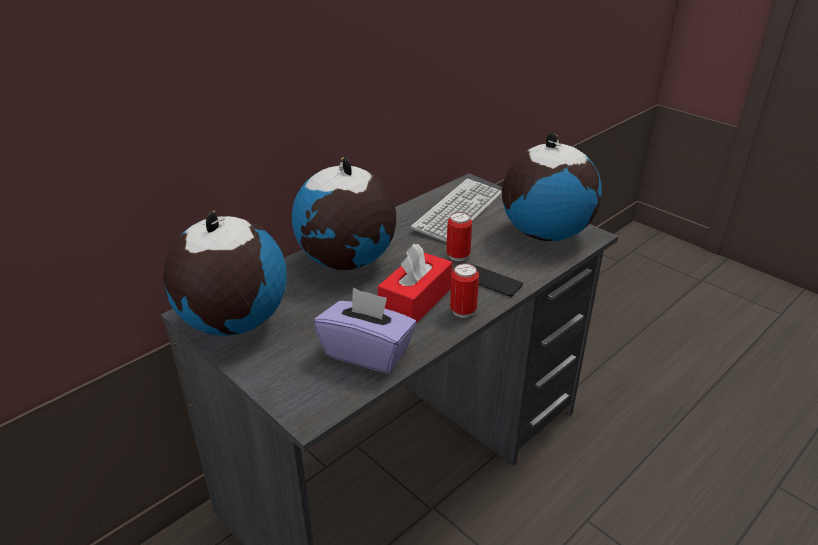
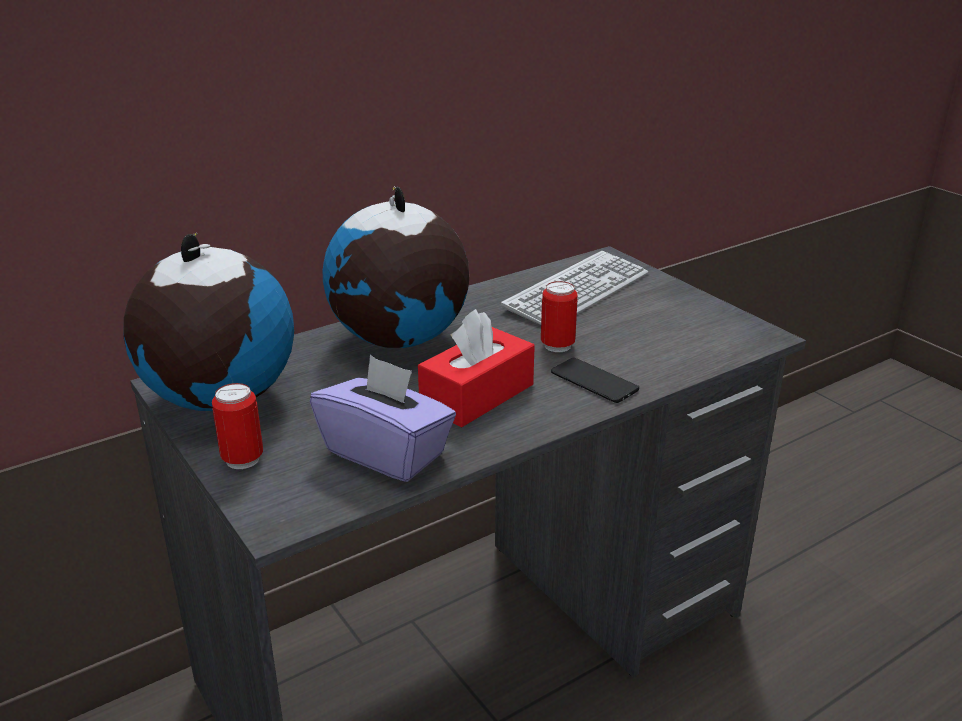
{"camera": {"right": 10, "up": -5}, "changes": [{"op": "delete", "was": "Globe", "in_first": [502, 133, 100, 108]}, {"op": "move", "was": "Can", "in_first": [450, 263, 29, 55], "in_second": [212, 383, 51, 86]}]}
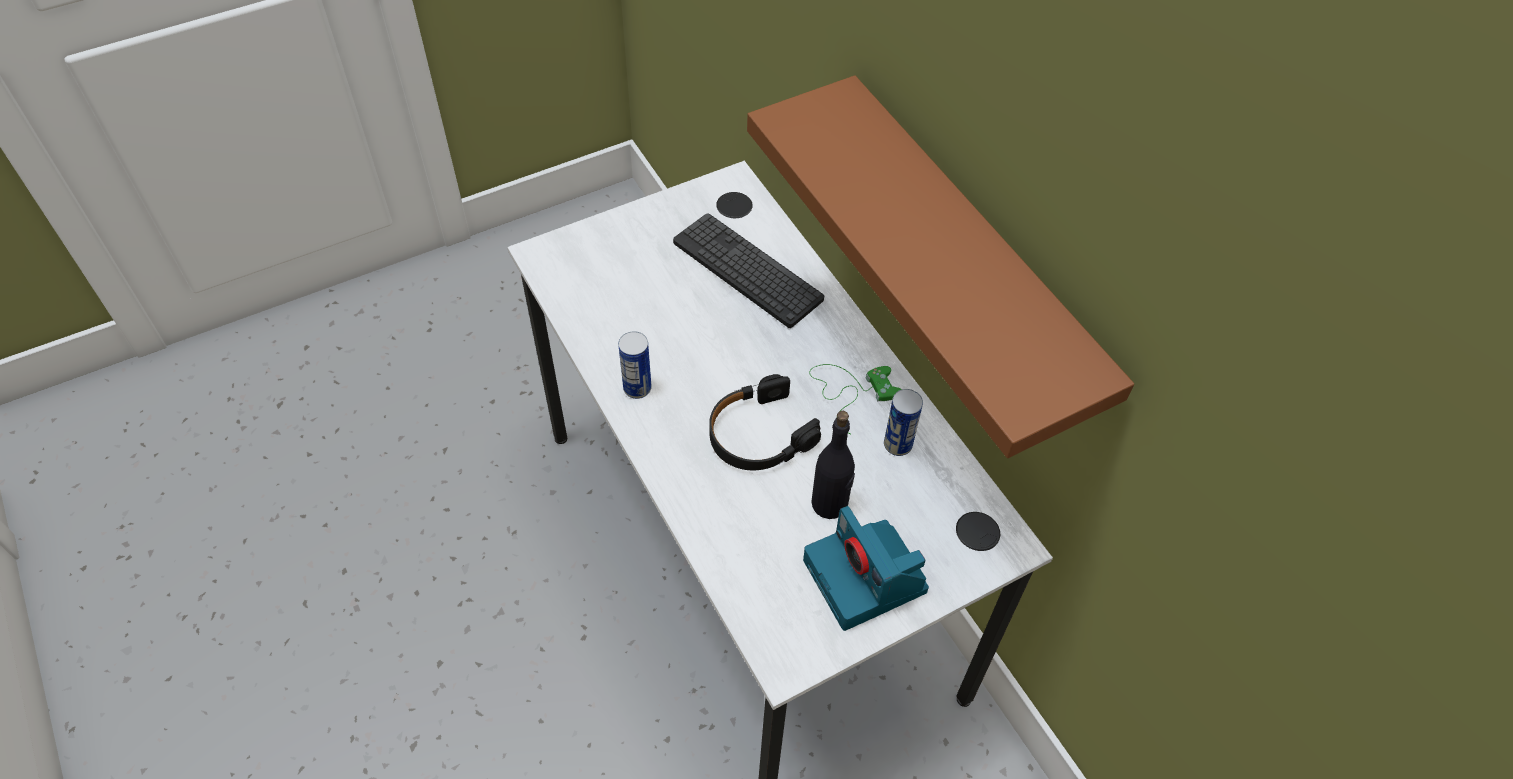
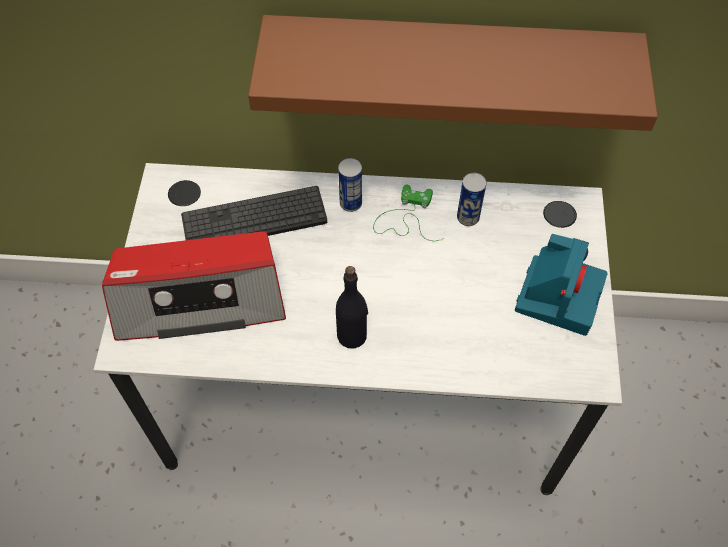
{"camera": {"right": -55, "up": 5}, "changes": [{"op": "move", "was": "Can", "in_first": [618, 331, 34, 68], "in_second": [338, 158, 24, 54]}, {"op": "delete", "was": "BlackHeadphones", "in_first": [709, 374, 112, 96]}, {"op": "move", "was": "BlackBottle", "in_first": [811, 411, 44, 108], "in_second": [336, 266, 32, 83]}, {"op": "rotate", "was": "PhotoCamera", "in_first": [803, 506, 126, 125], "in_second": [515, 234, 93, 102], "clockwise": -75}, {"op": "insert", "now": "Radio", "in_second": [102, 231, 184, 110]}]}
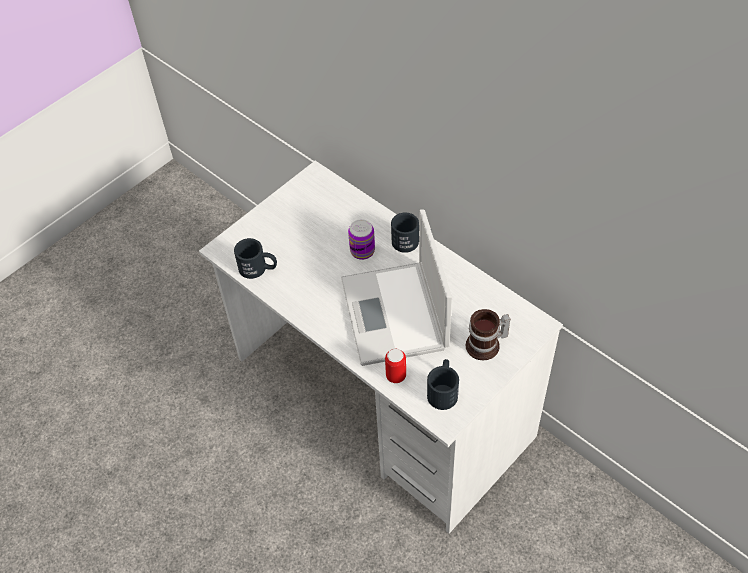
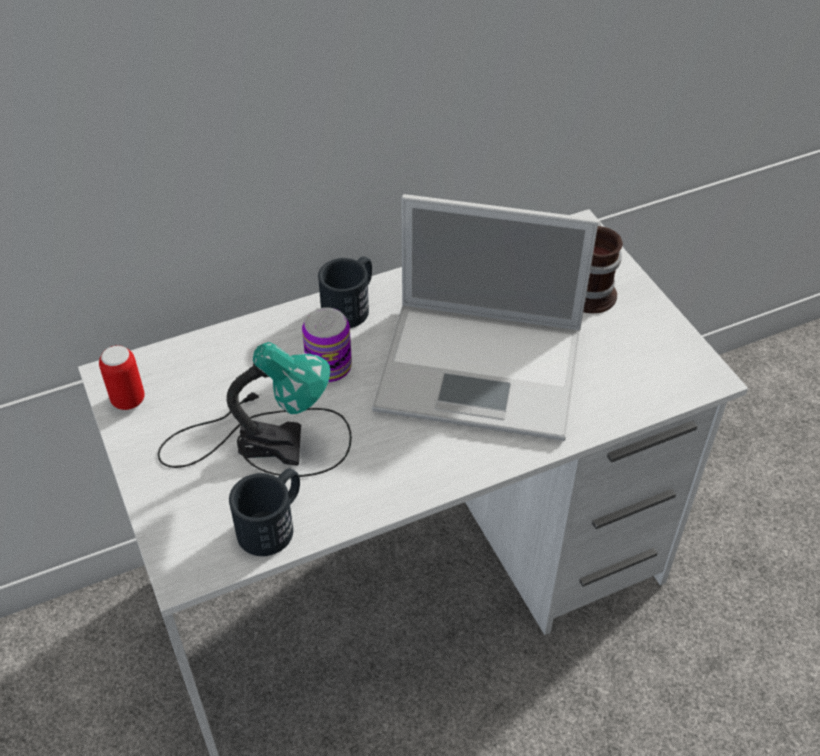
{"camera": {"right": -70, "up": -5}, "changes": [{"op": "move", "was": "Can", "in_first": [385, 349, 21, 34], "in_second": [99, 345, 46, 65]}, {"op": "delete", "was": "BlackMug", "in_first": [427, 359, 32, 51]}, {"op": "insert", "now": "TableLamp", "in_second": [158, 342, 194, 135]}]}
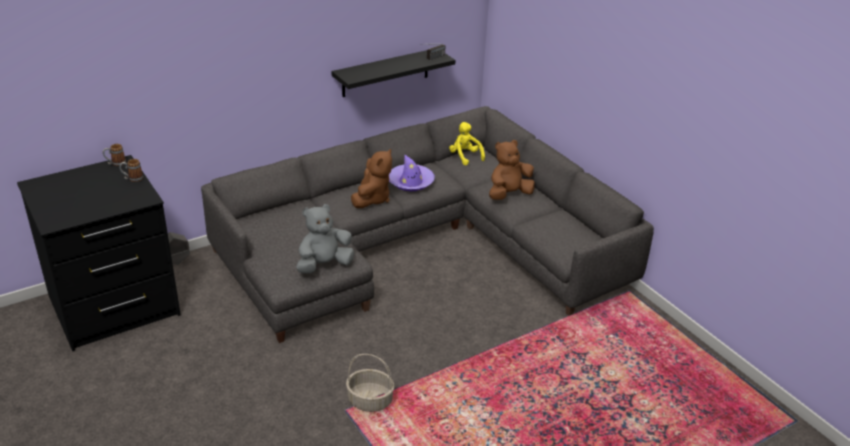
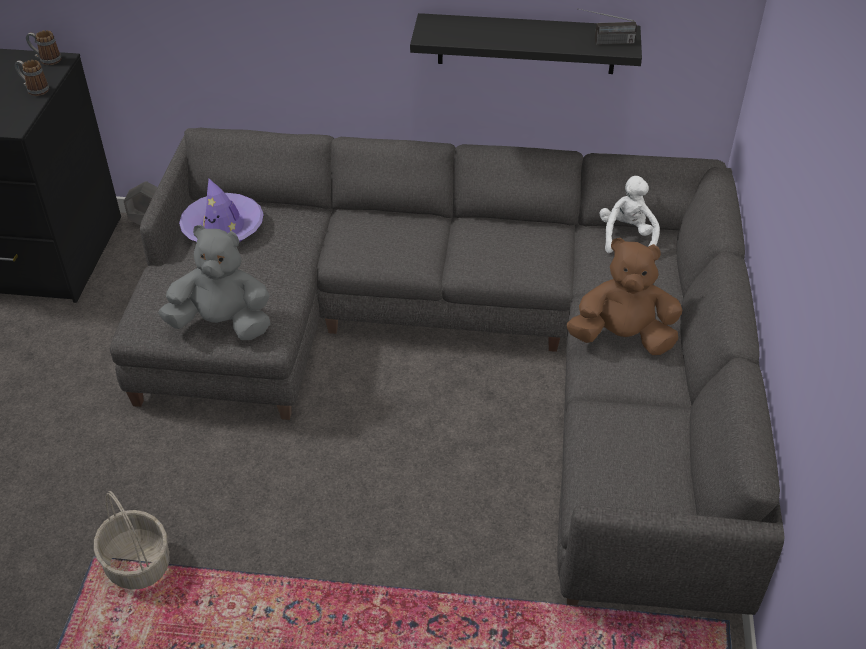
{"camera": {"right": 40, "up": 10}, "changes": [{"op": "recolor", "was": "YellowPlushToy", "now": "WhitePlushToy", "in_first": [449, 122, 36, 44], "in_second": [600, 176, 60, 77]}, {"op": "delete", "was": "BrownPlushToy", "in_first": [351, 149, 41, 59]}, {"op": "move", "was": "PurpleHat", "in_first": [389, 154, 46, 37], "in_second": [179, 179, 85, 63]}]}
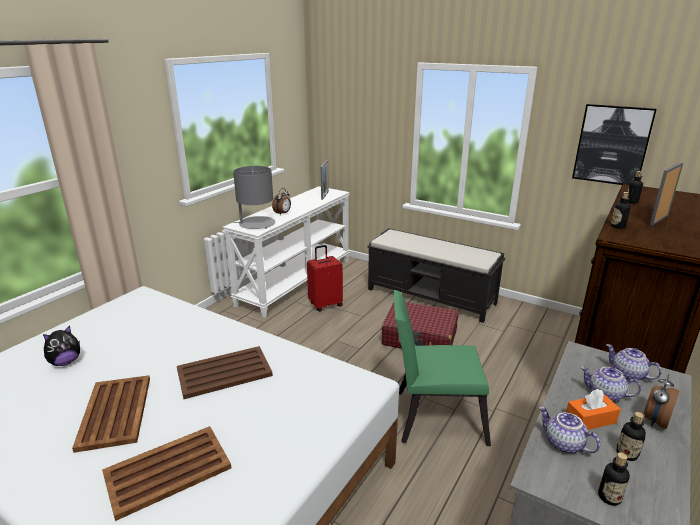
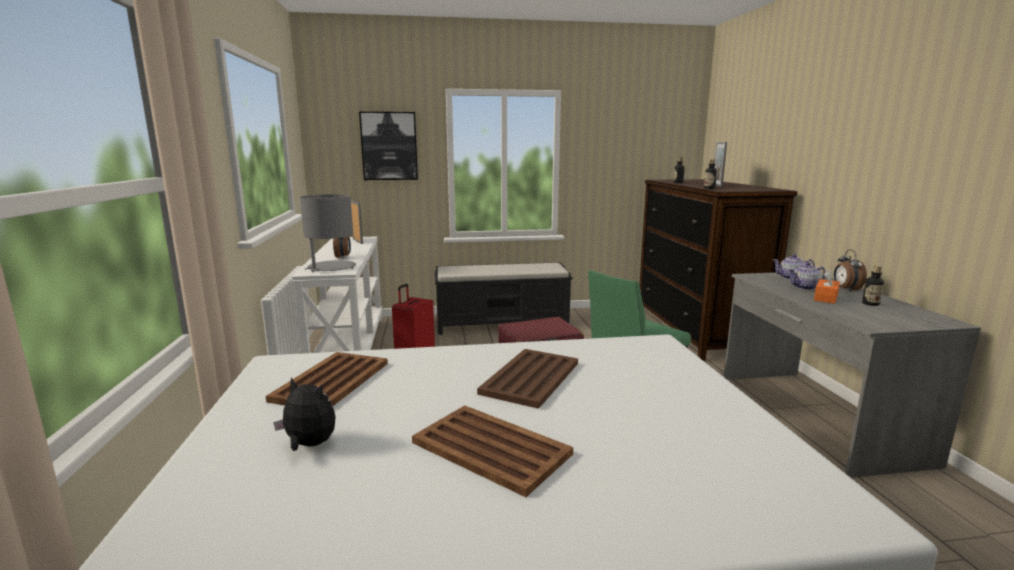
{"camera": {"right": -40, "up": -10}, "changes": [{"op": "move", "was": "Picture", "in_first": [572, 104, 85, 81], "in_second": [359, 112, 59, 68]}, {"op": "rotate", "was": "PlushToy", "in_first": [43, 325, 37, 41], "in_second": [273, 378, 63, 73], "clockwise": -75}, {"op": "delete", "was": "Teapot", "in_first": [539, 406, 61, 48]}, {"op": "move", "was": "BrownTray", "in_first": [102, 426, 130, 95], "in_second": [266, 352, 122, 54]}, {"op": "delete", "was": "Bottle", "in_first": [598, 452, 32, 54]}]}
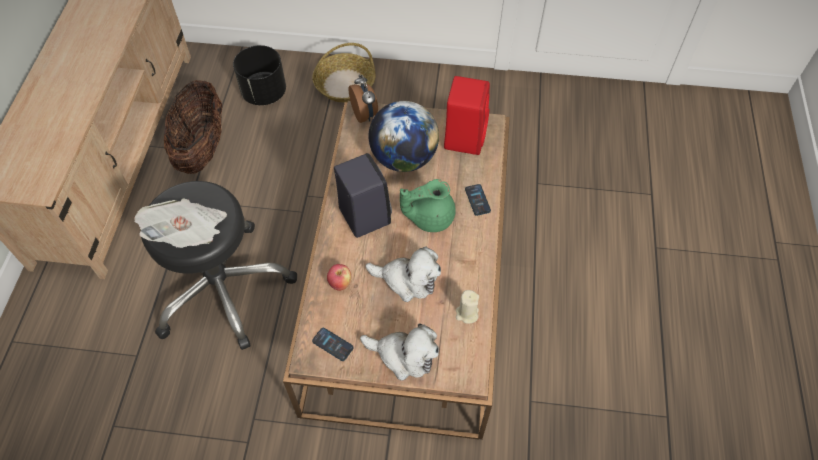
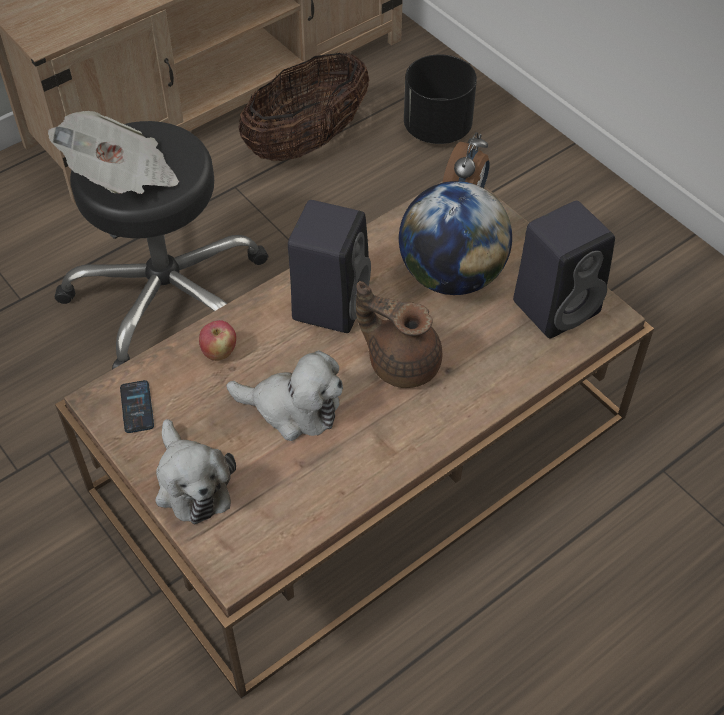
{"camera": {"right": 45, "up": -5}, "changes": [{"op": "delete", "was": "Basket", "in_first": [312, 43, 64, 59]}, {"op": "recolor", "was": "RedSpeaker", "now": "BlackSpeaker", "in_first": [444, 76, 46, 79], "in_second": [513, 201, 102, 137]}, {"op": "recolor", "was": "GreenTeapot", "now": "BrownTeapot", "in_first": [400, 179, 56, 53], "in_second": [356, 281, 86, 107]}, {"op": "delete", "was": "Phone", "in_first": [465, 184, 26, 32]}, {"op": "rotate", "was": "PlushToy", "in_first": [365, 247, 76, 55], "in_second": [226, 350, 117, 91], "clockwise": -45}, {"op": "delete", "was": "BeigeCandle", "in_first": [456, 290, 23, 34]}]}
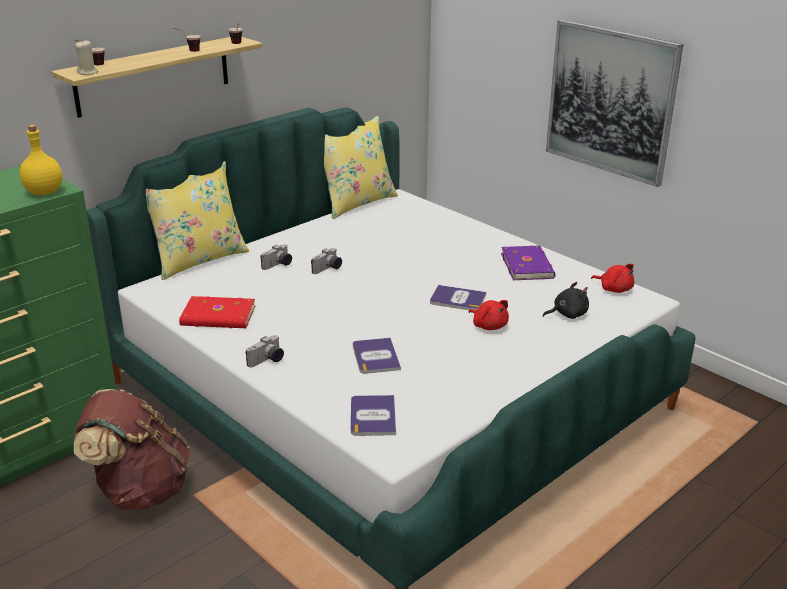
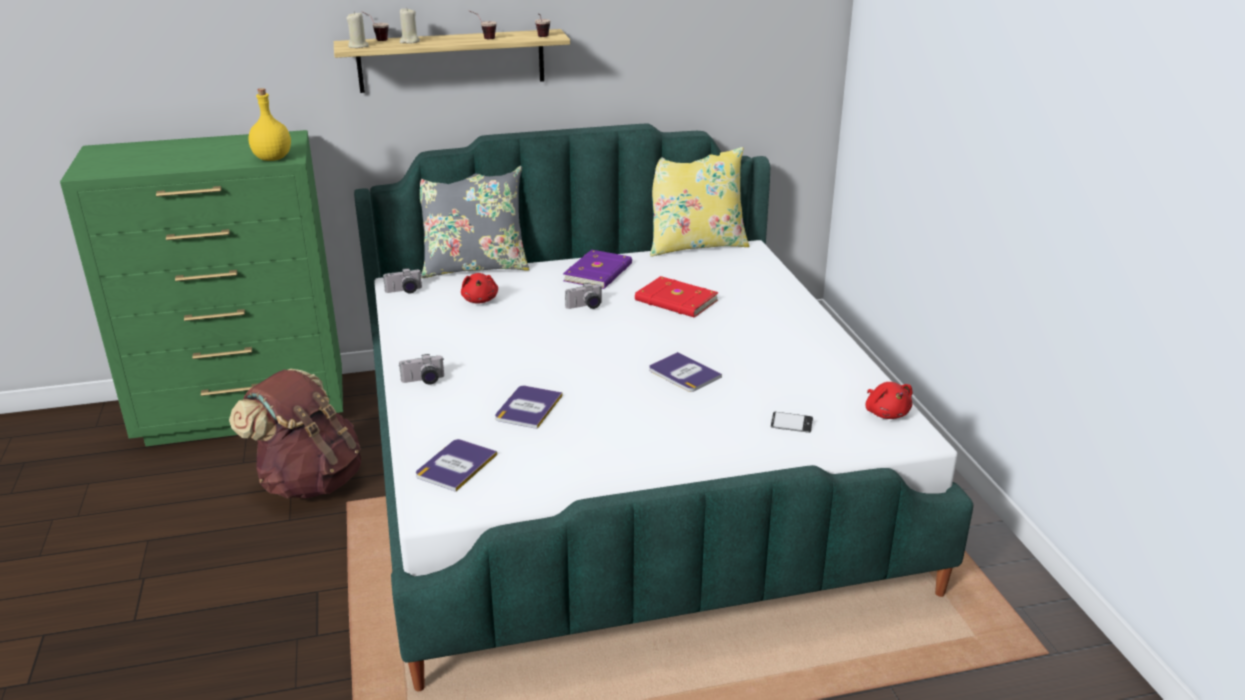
{"camera": {"right": 30, "up": 0}, "changes": [{"op": "delete", "was": "Picture", "in_first": [546, 20, 138, 167]}, {"op": "recolor", "was": "YellowPillow", "now": "GreyPillow", "in_first": [146, 161, 103, 119], "in_second": [420, 166, 110, 112]}, {"op": "move", "was": "PhotoCamera", "in_first": [260, 244, 32, 26], "in_second": [383, 268, 39, 25]}, {"op": "move", "was": "PurpleBook", "in_first": [501, 245, 54, 35], "in_second": [563, 249, 69, 40]}, {"op": "replace", "was": "BlackPlushToy", "now": "Phone", "in_first": [543, 282, 46, 37], "in_second": [771, 412, 42, 21]}, {"op": "move", "was": "RedBook", "in_first": [179, 296, 76, 32], "in_second": [635, 276, 84, 42]}, {"op": "move", "was": "RedPlushToy", "in_first": [469, 300, 40, 30], "in_second": [461, 273, 37, 31]}, {"op": "insert", "now": "BeigeCandle", "in_second": [400, 7, 20, 37]}]}
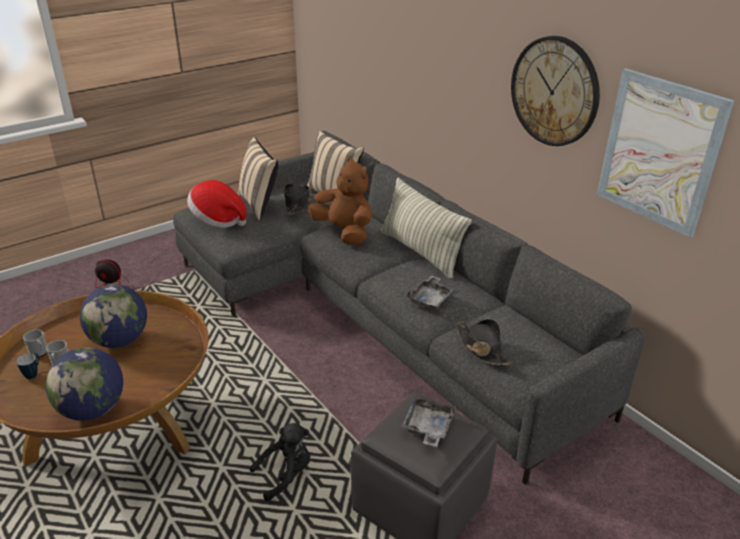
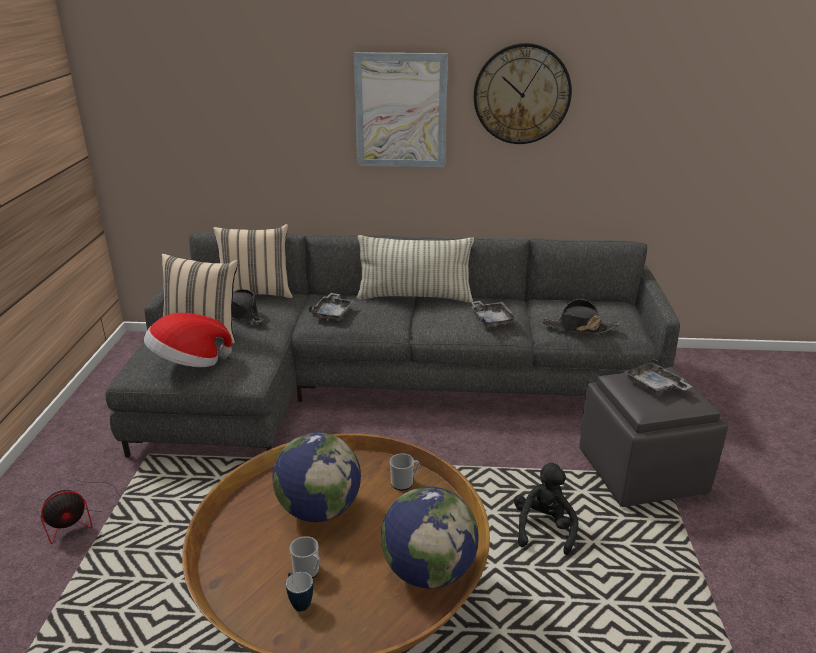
{"camera": {"right": -50, "up": -5}, "changes": [{"op": "move", "was": "Picture", "in_first": [597, 68, 137, 170], "in_second": [354, 52, 94, 115]}, {"op": "replace", "was": "BrownPlushToy", "now": "GreyTray", "in_first": [308, 157, 64, 88], "in_second": [308, 293, 47, 27]}, {"op": "move", "was": "Mug", "in_first": [23, 329, 24, 29], "in_second": [390, 453, 30, 37]}]}
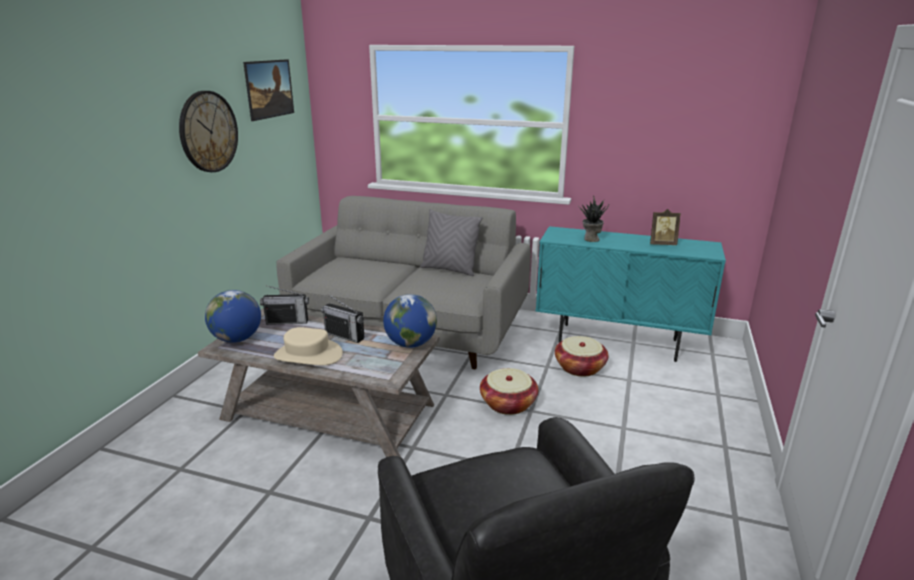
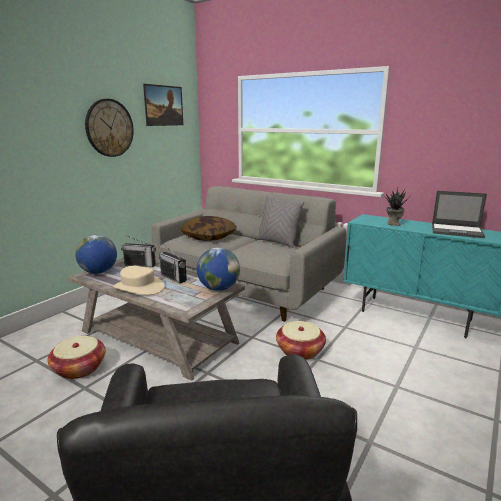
{"camera": {"right": 15, "up": -5}, "changes": [{"op": "replace", "was": "PictureFrame", "now": "Laptop", "in_first": [650, 209, 31, 36], "in_second": [432, 191, 55, 47]}, {"op": "move", "was": "Basket", "in_first": [555, 336, 53, 41], "in_second": [48, 336, 57, 43]}, {"op": "insert", "now": "Pillow", "in_second": [180, 216, 56, 25]}]}
